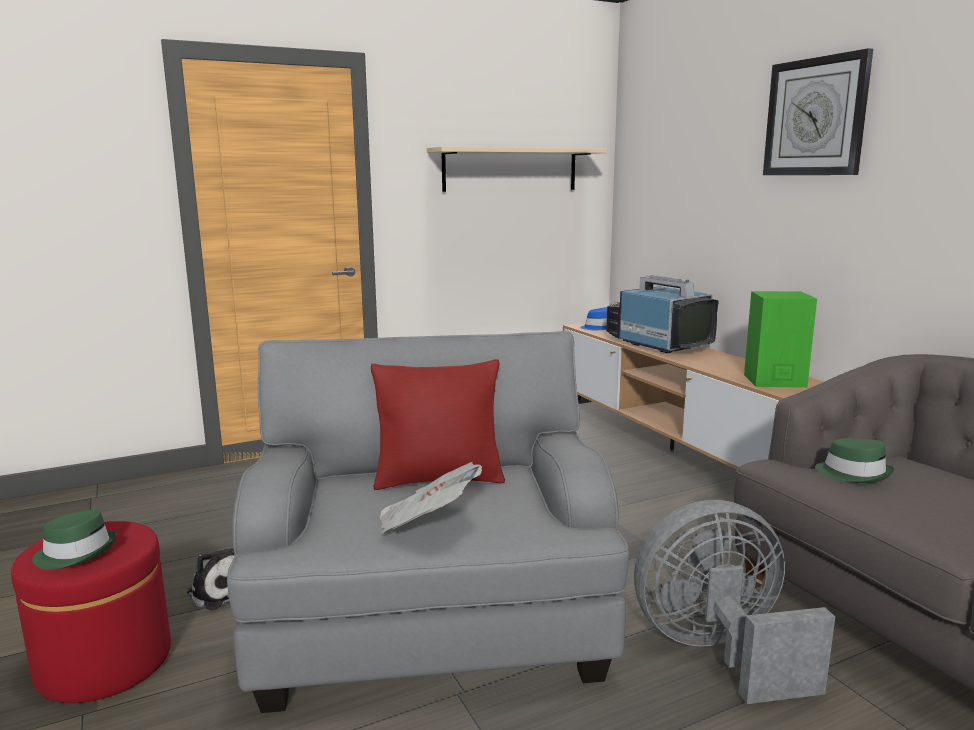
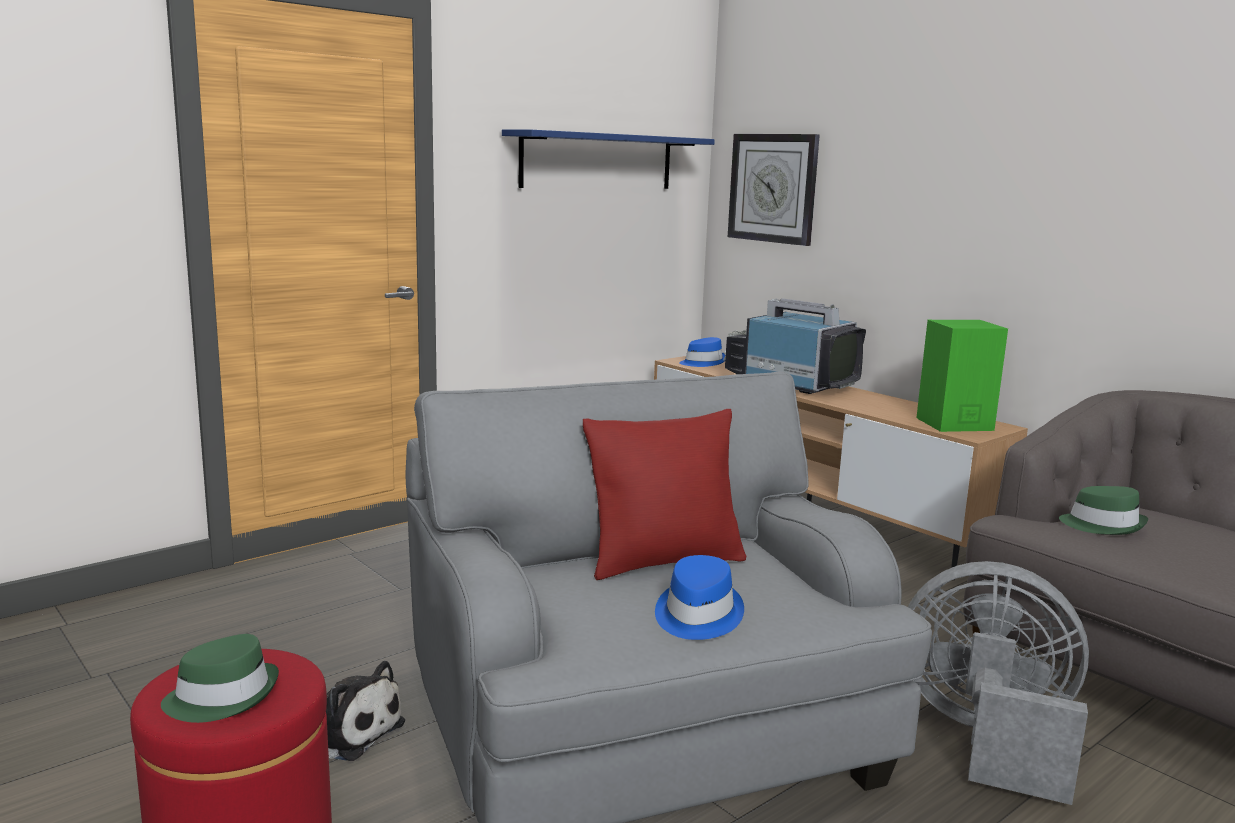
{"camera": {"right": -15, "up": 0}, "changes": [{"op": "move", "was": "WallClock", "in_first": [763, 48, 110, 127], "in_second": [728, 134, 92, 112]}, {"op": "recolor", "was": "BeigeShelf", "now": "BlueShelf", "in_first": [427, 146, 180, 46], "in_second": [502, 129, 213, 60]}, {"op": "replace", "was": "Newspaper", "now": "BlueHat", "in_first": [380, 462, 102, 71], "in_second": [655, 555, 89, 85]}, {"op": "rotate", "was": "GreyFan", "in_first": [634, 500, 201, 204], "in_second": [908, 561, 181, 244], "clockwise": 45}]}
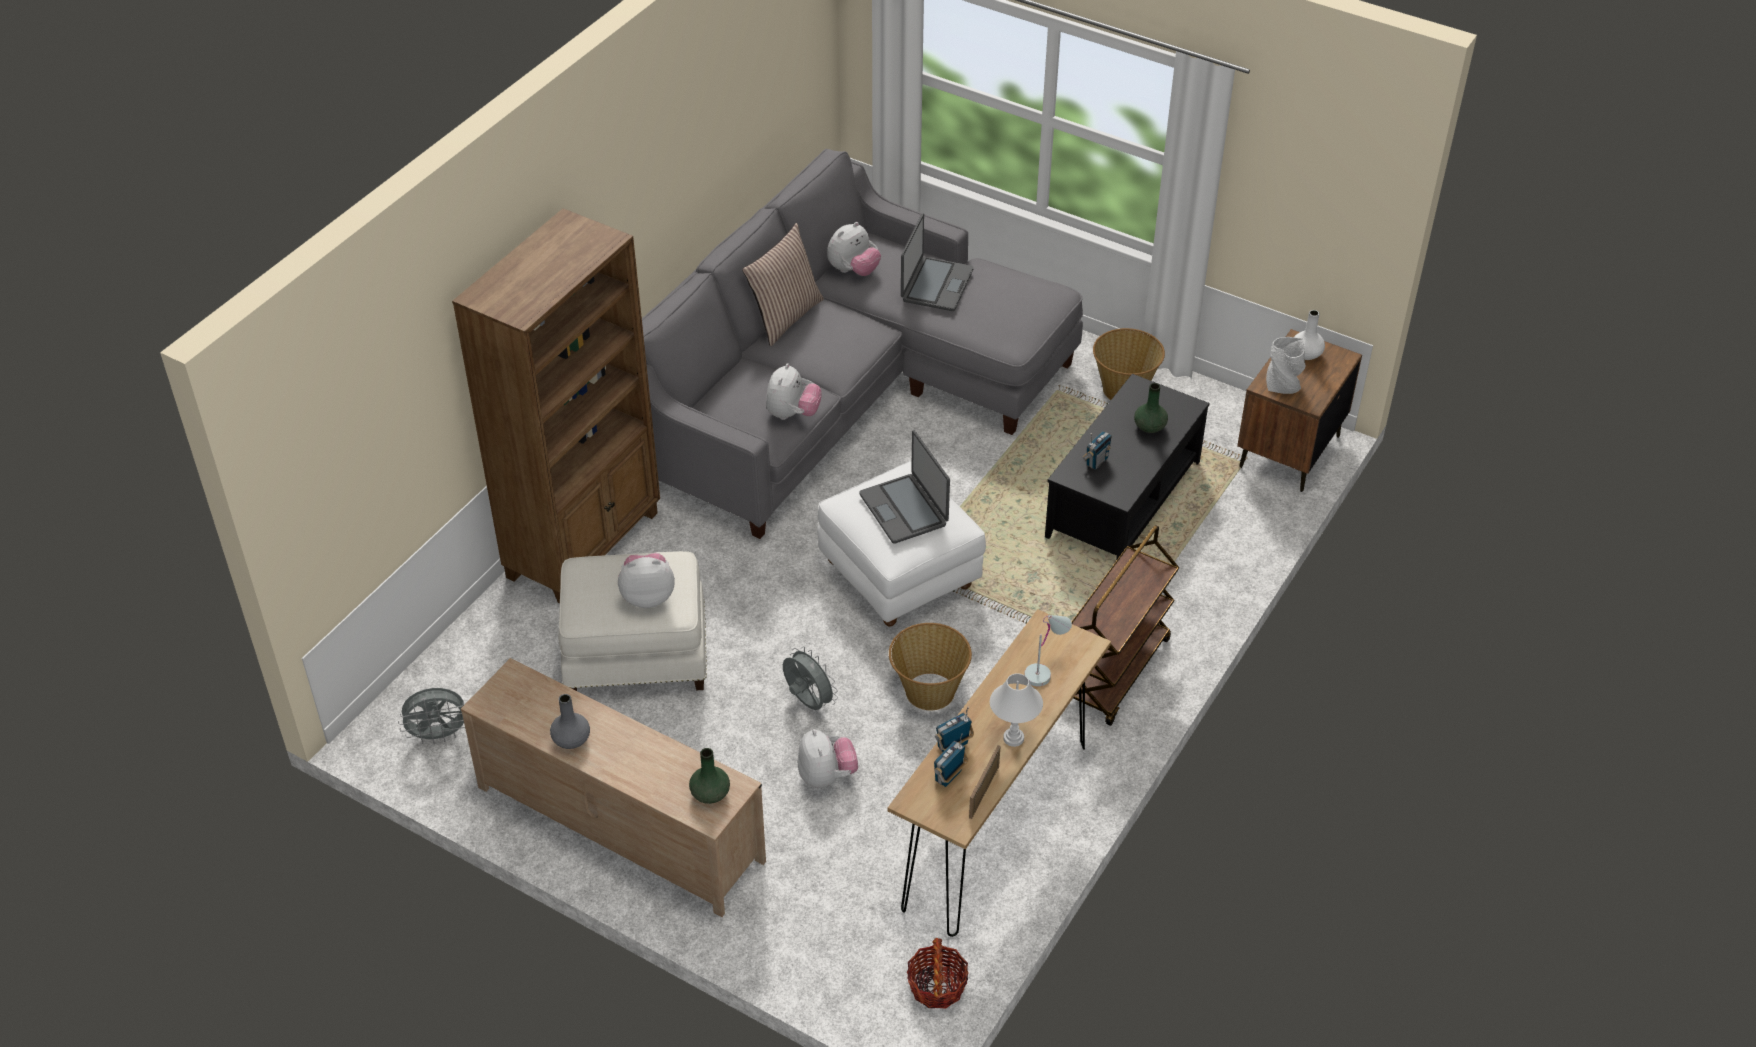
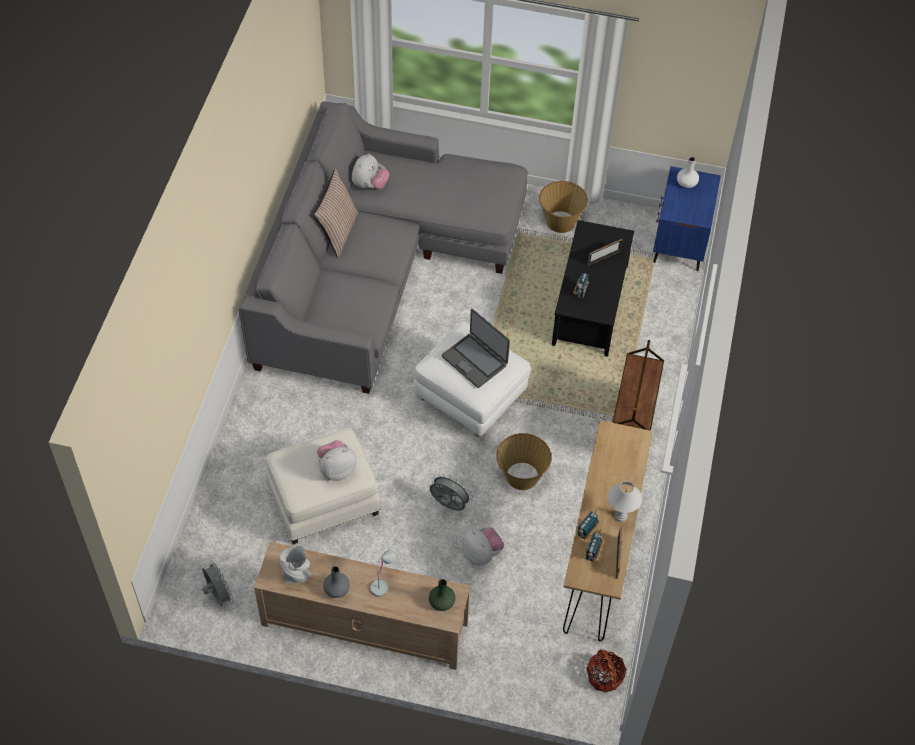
{"camera": {"right": -20, "up": 10}, "changes": [{"op": "delete", "was": "BrownBookcase", "in_first": [452, 208, 208, 396]}, {"op": "delete", "was": "Laptop", "in_first": [901, 214, 73, 97]}, {"op": "recolor", "was": "BrownNightstand", "now": "BlueNightstand", "in_first": [1237, 329, 125, 163], "in_second": [653, 166, 68, 105]}, {"op": "move", "was": "GreyVase", "in_first": [1266, 337, 40, 57], "in_second": [280, 546, 31, 38]}, {"op": "delete", "was": "PlushToy", "in_first": [766, 363, 56, 57]}, {"op": "replace", "was": "GreenVase", "now": "PictureFrame", "in_first": [1134, 383, 34, 50], "in_second": [587, 239, 36, 27]}, {"op": "move", "was": "WhiteTableLamp", "in_first": [1024, 615, 48, 71], "in_second": [370, 550, 26, 47]}, {"op": "rotate", "was": "GreyFan", "in_first": [398, 688, 67, 56], "in_second": [202, 560, 32, 46], "clockwise": -90}]}
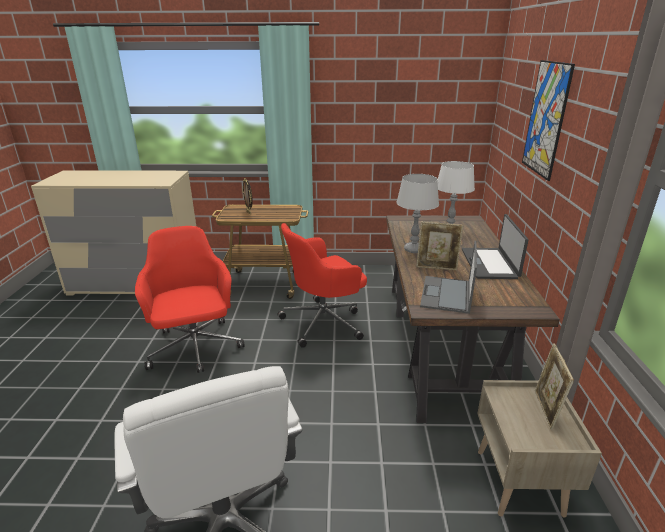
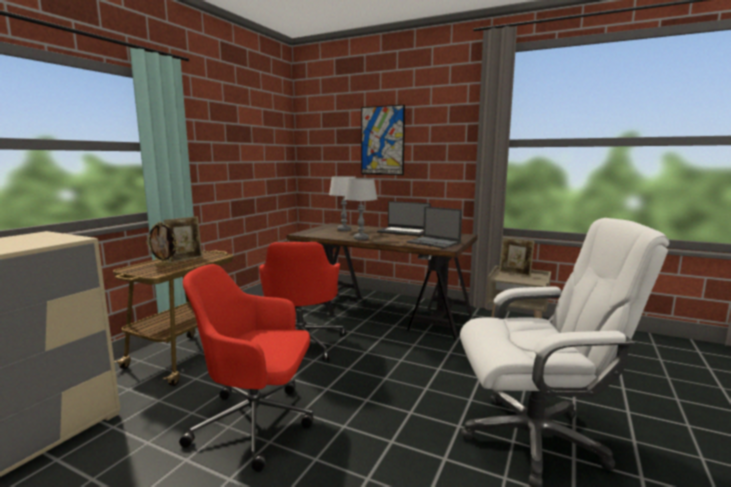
{"camera": {"right": -65, "up": -15}, "changes": [{"op": "move", "was": "PictureFrame", "in_first": [416, 222, 47, 48], "in_second": [164, 216, 39, 47]}]}
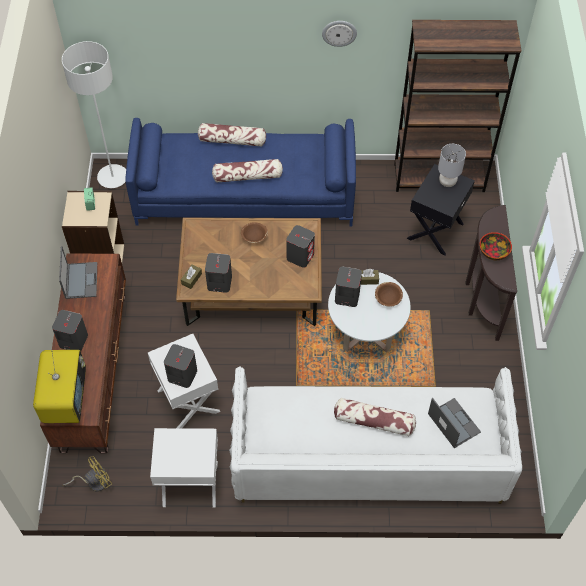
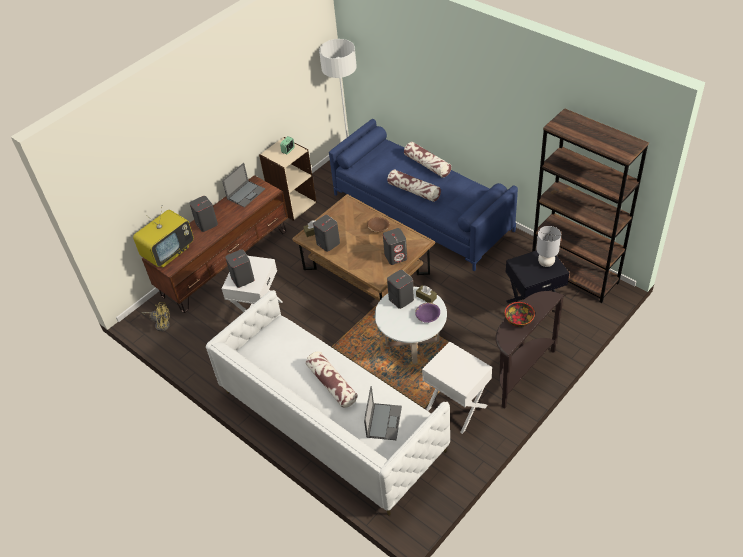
{"camera": {"right": 45, "up": -10}, "changes": [{"op": "delete", "was": "WallClock", "in_first": [322, 21, 35, 26]}, {"op": "recolor", "was": "BrownBowl", "now": "PurpleBowl", "in_first": [375, 282, 28, 25], "in_second": [415, 303, 25, 20]}, {"op": "move", "was": "WhiteSideTable", "in_first": [150, 428, 68, 80], "in_second": [422, 341, 70, 93]}]}
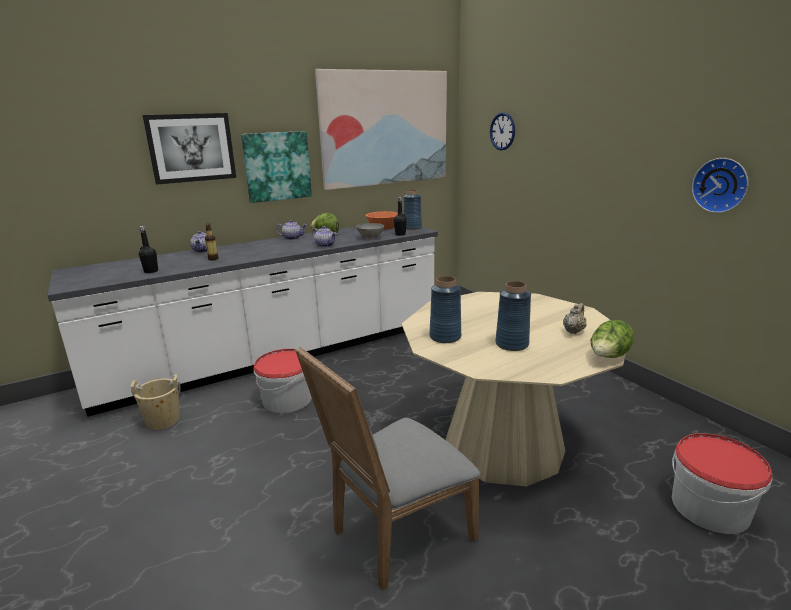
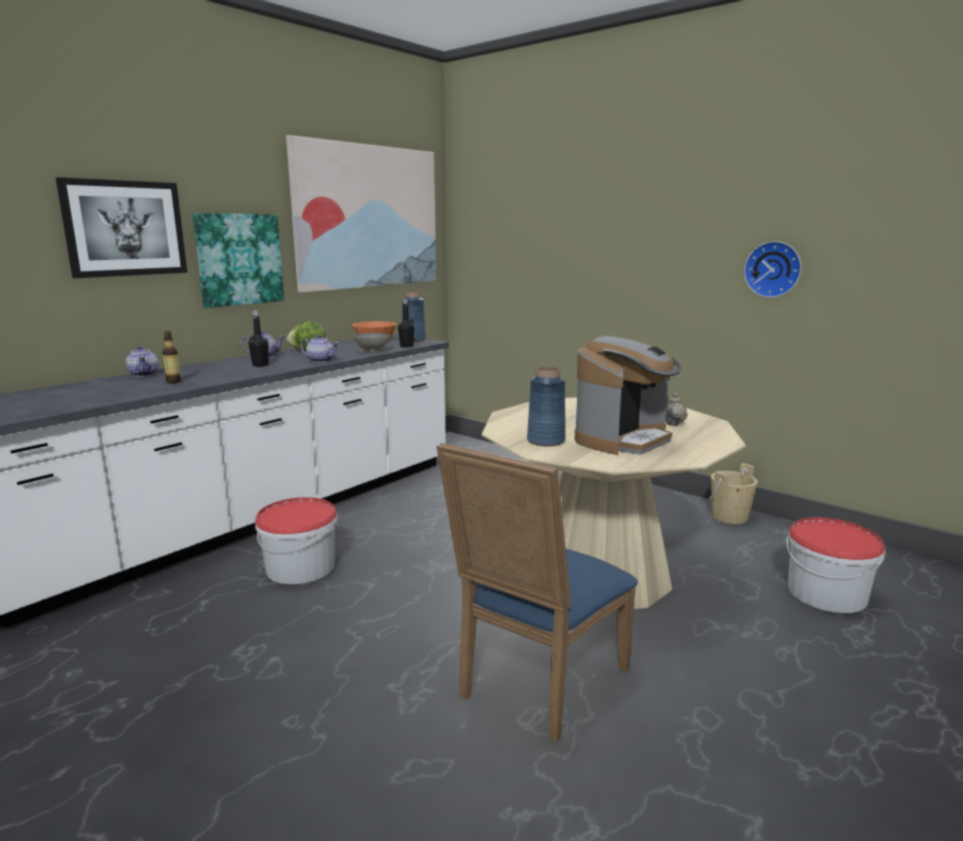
{"camera": {"right": -20, "up": -5}, "changes": [{"op": "delete", "was": "WallClock", "in_first": [490, 112, 25, 38]}, {"op": "move", "was": "BlackBottle", "in_first": [139, 226, 19, 47], "in_second": [249, 310, 20, 57]}, {"op": "replace", "was": "BlueVase", "now": "CoffeeMachine", "in_first": [495, 281, 36, 70], "in_second": [575, 336, 106, 119]}, {"op": "delete", "was": "Lettuce", "in_first": [591, 320, 43, 38]}, {"op": "recolor", "was": "GreyChair", "now": "BlueChair", "in_first": [295, 347, 185, 244], "in_second": [436, 443, 202, 299]}, {"op": "move", "was": "BeigeBucket", "in_first": [131, 374, 50, 56], "in_second": [709, 463, 49, 61]}]}
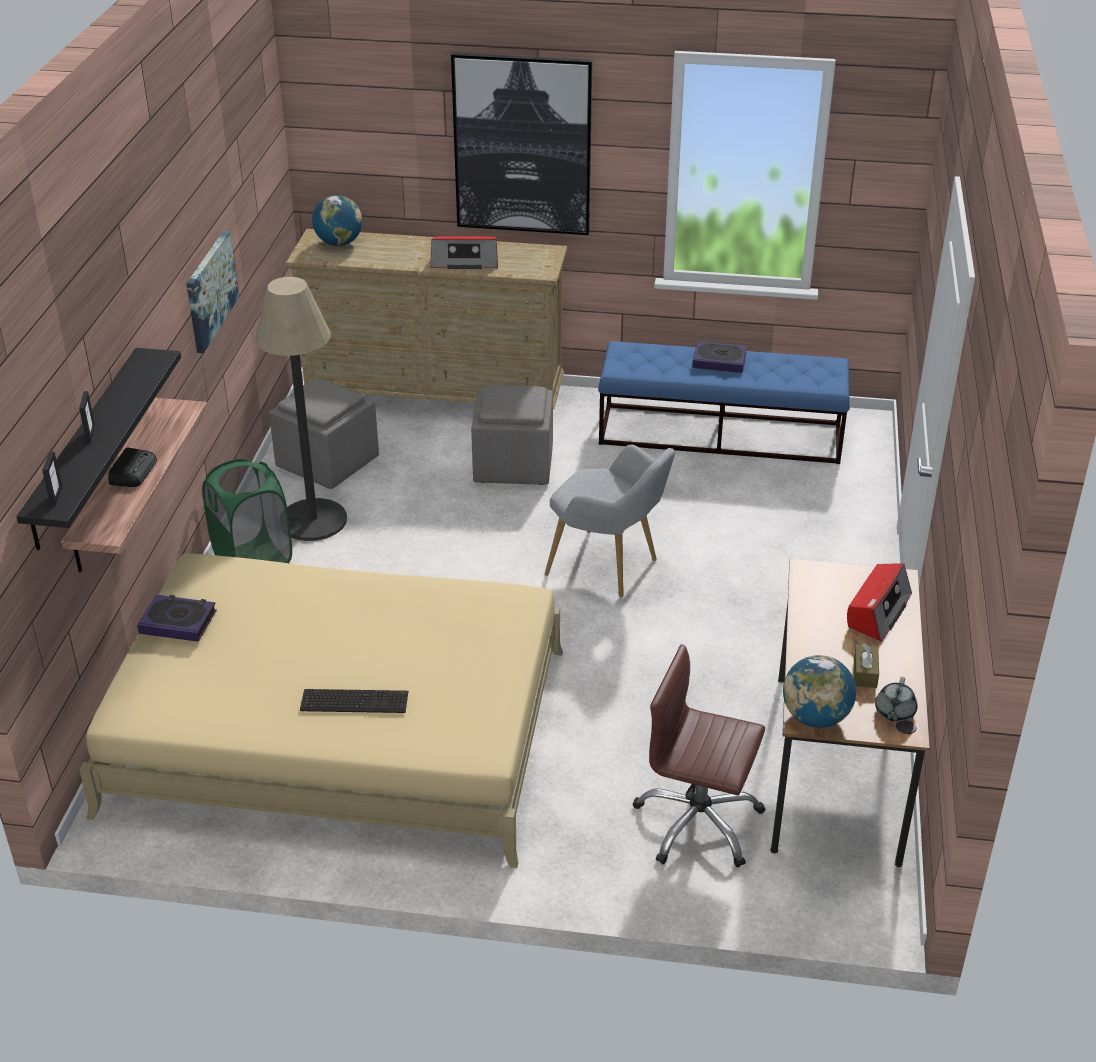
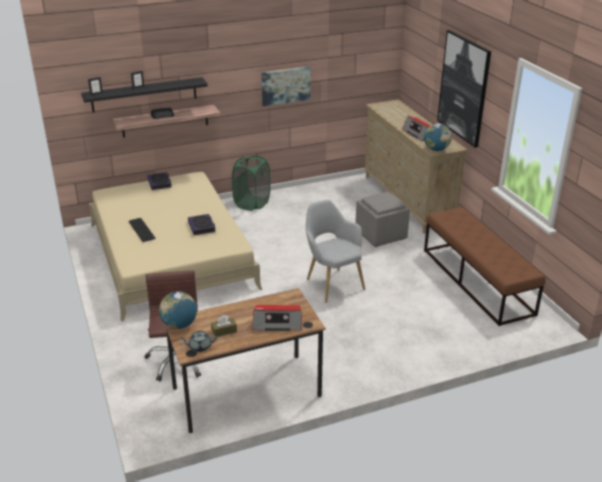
{"camera": {"right": 60, "up": -5}, "changes": [{"op": "move", "was": "Globe", "in_first": [312, 195, 50, 51], "in_second": [424, 123, 28, 28]}, {"op": "delete", "was": "FloorLamp", "in_first": [254, 277, 93, 264]}, {"op": "recolor", "was": "BlueBench", "now": "BrownBench", "in_first": [598, 341, 252, 123], "in_second": [424, 207, 122, 119]}, {"op": "move", "was": "Book", "in_first": [692, 341, 55, 32], "in_second": [188, 214, 28, 21]}, {"op": "delete", "was": "GreyOttoman", "in_first": [269, 378, 110, 111]}, {"op": "rotate", "was": "GreyArmchair", "in_first": [545, 445, 130, 153], "in_second": [306, 200, 59, 103], "clockwise": 150}]}
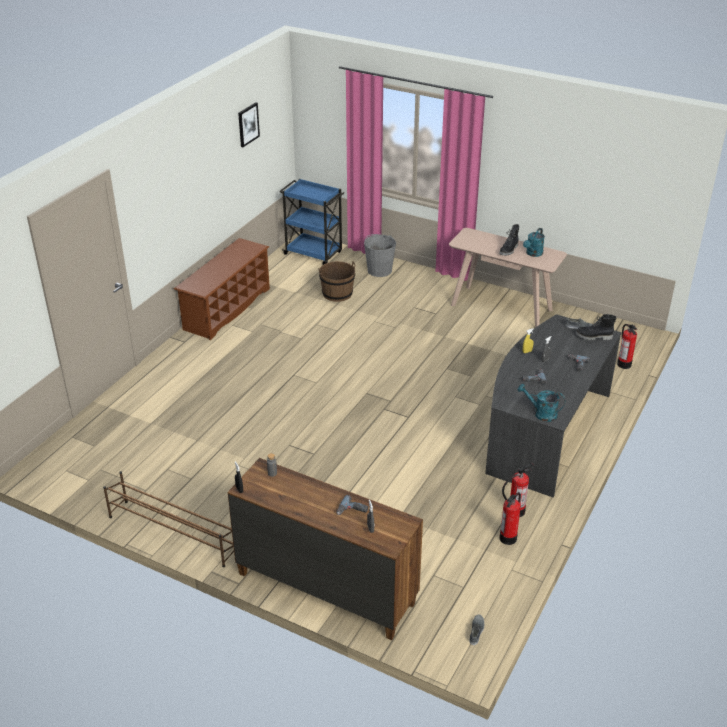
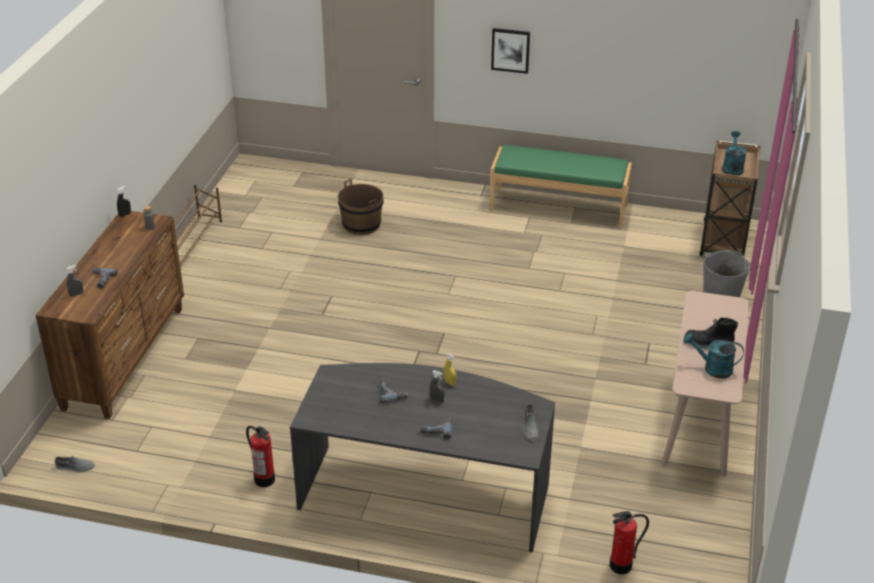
{"camera": {"right": 75, "up": 0}, "changes": [{"op": "move", "was": "Picture", "in_first": [238, 102, 22, 45], "in_second": [491, 28, 39, 46]}, {"op": "recolor", "was": "BlueCart", "now": "BrownCart", "in_first": [280, 179, 64, 86], "in_second": [699, 140, 61, 116]}, {"op": "replace", "was": "BrownShoeRack", "now": "GreenBench", "in_first": [174, 238, 96, 102], "in_second": [489, 145, 143, 83]}, {"op": "move", "was": "BrownBucket", "in_first": [318, 261, 37, 41], "in_second": [338, 179, 45, 56]}, {"op": "delete", "was": "BlackBoot", "in_first": [575, 314, 42, 26]}, {"op": "move", "was": "TurquoiseWateringCan", "in_first": [517, 384, 49, 38], "in_second": [722, 131, 25, 45]}, {"op": "delete", "was": "FireExtinguisher", "in_first": [499, 492, 22, 53]}]}
